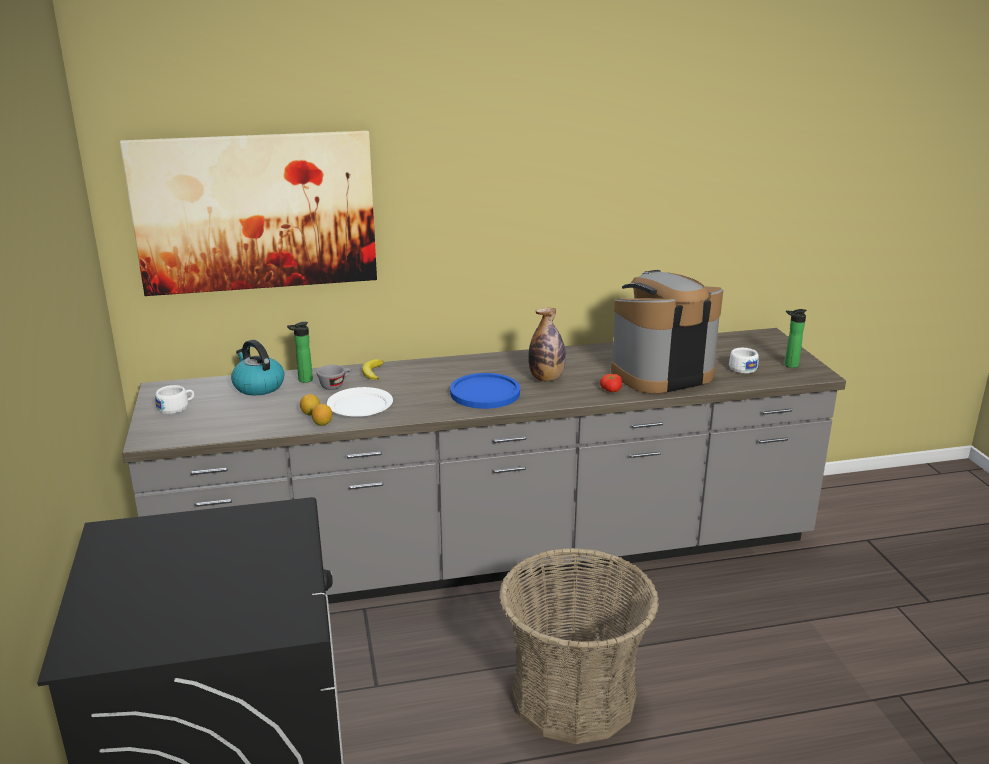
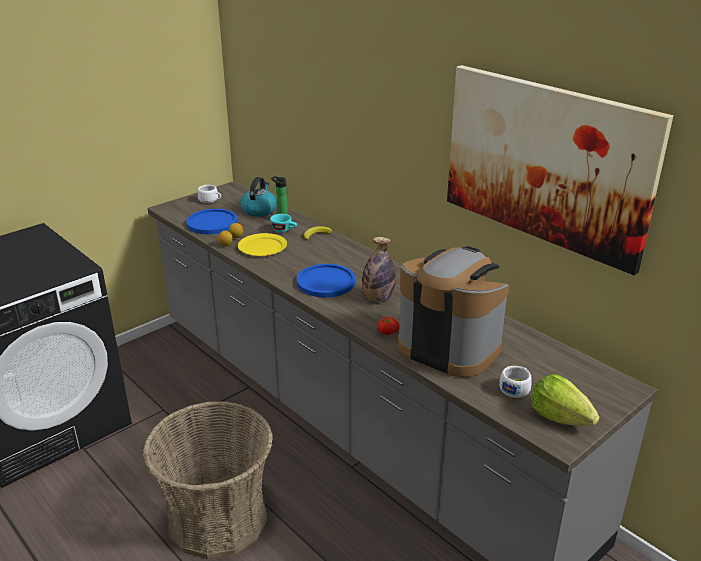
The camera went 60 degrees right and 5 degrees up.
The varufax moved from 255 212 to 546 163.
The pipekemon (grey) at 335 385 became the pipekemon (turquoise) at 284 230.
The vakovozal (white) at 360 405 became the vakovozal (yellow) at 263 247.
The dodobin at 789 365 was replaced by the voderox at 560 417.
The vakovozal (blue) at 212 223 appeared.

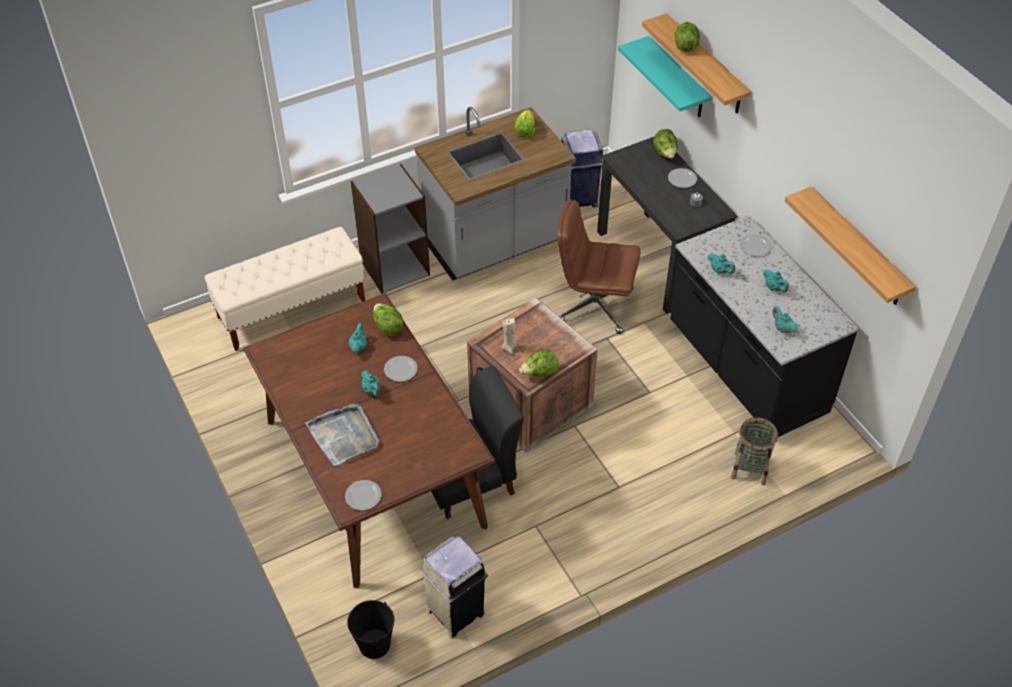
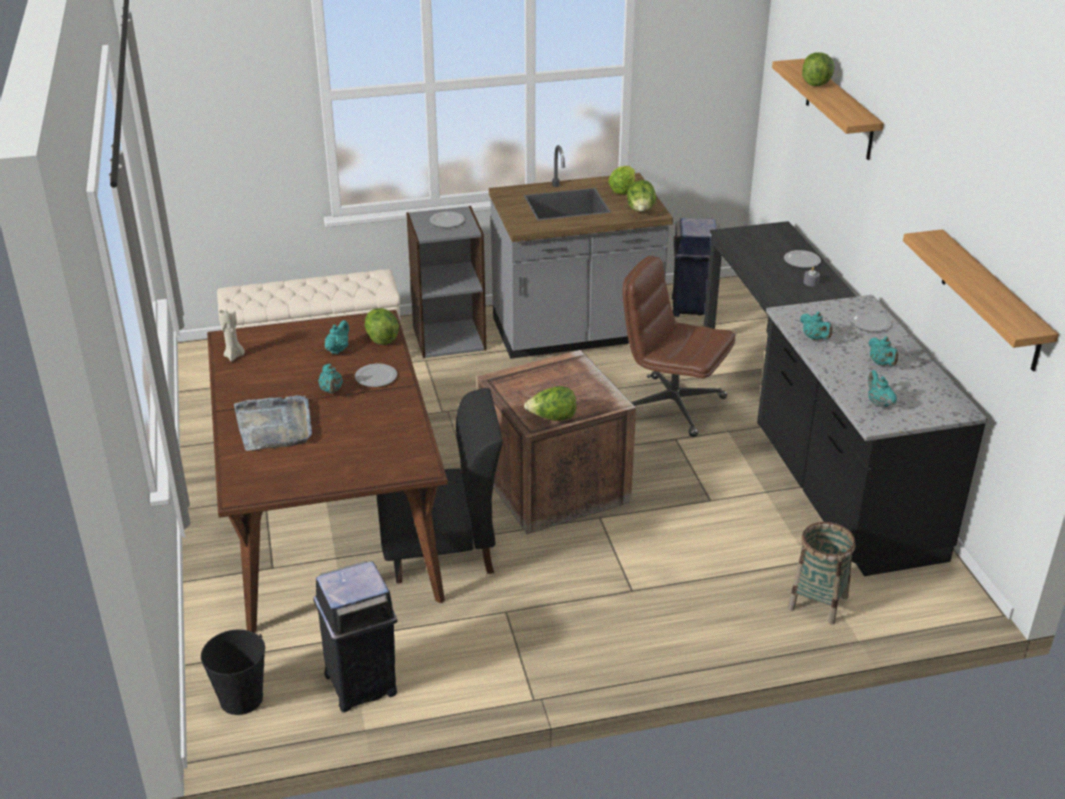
The camera went 15 degrees right and 15 degrees down.
The vakovozal moved from 363 495 to 447 221.
The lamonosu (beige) at 456 611 became the lamonosu (black) at 362 683.
The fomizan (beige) moved from 509 347 to 234 356.
The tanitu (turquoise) at 677 79 disappeared.
The voderox moved from 665 153 to 641 211.

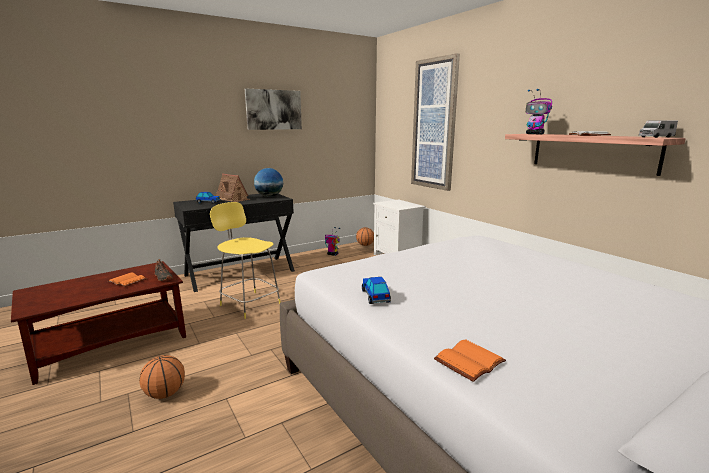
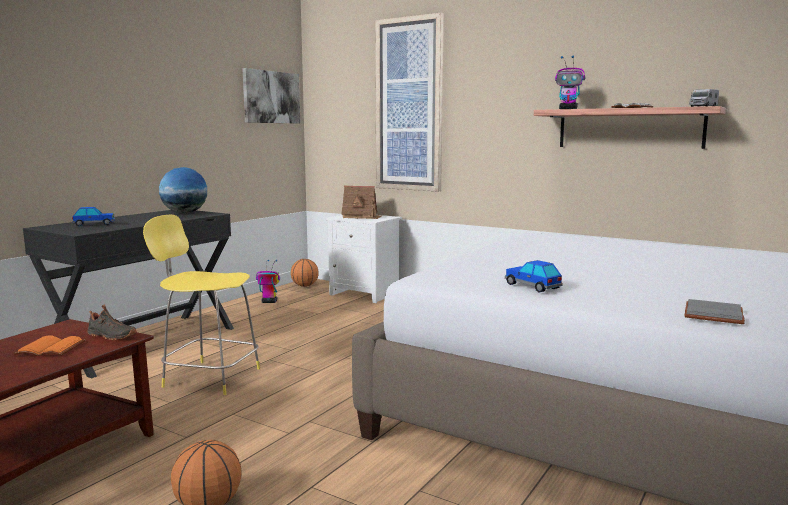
The camera went 25 degrees left and 5 degrees down.
The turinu moved from 233 199 to 361 217.
The varufax moved from 273 109 to 271 97.
The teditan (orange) at 470 362 became the teditan (grey) at 715 315.

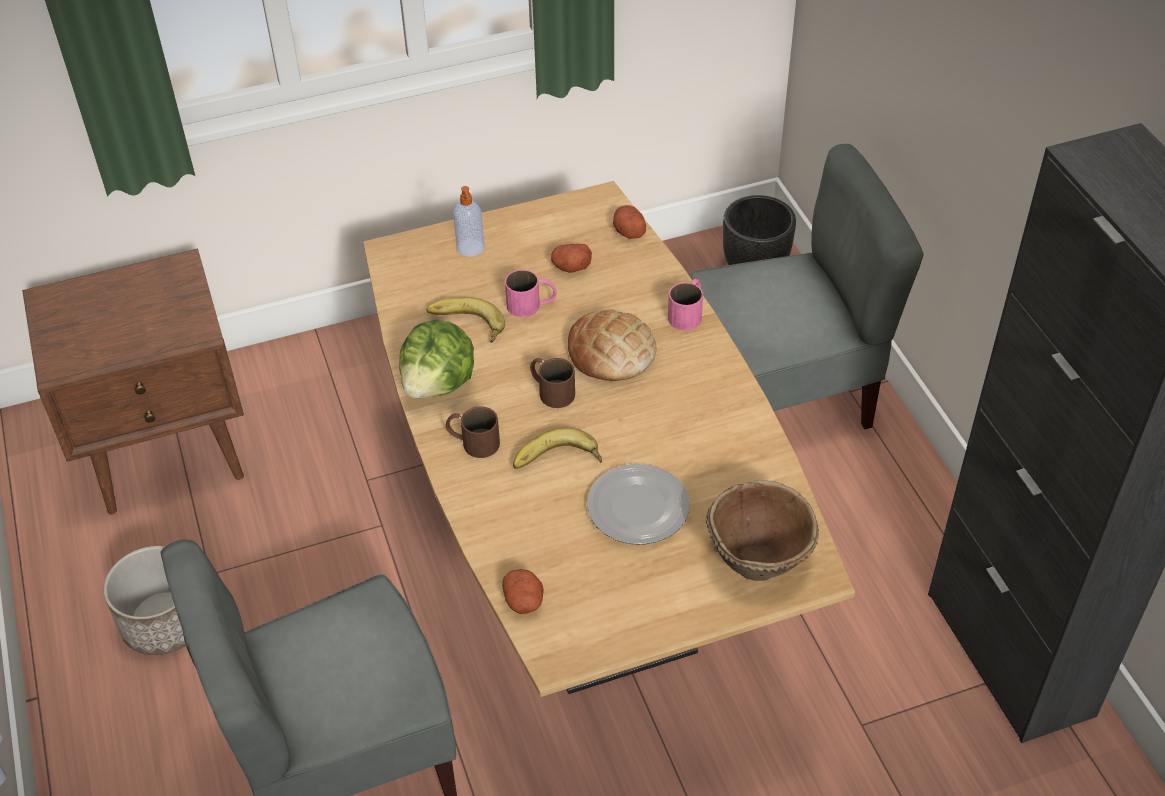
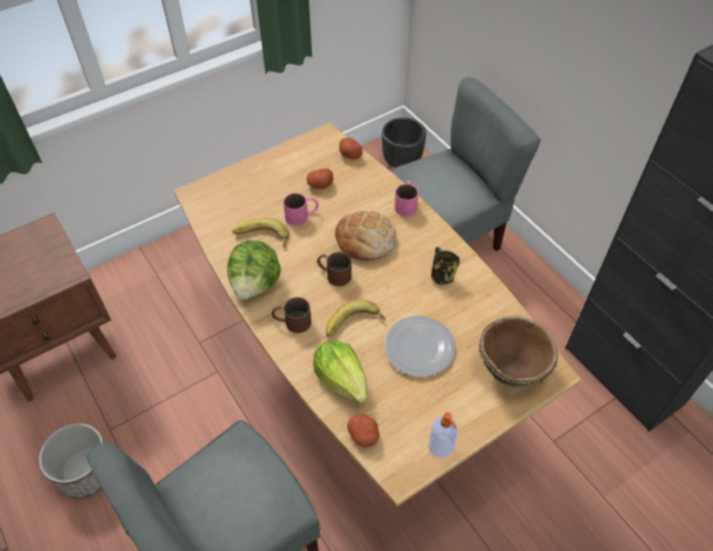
The camera went 15 degrees left and 5 degrees up.
The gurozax moved from 470 248 to 441 447.
The voderox at 342 379 appeared.
The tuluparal at 441 276 appeared.

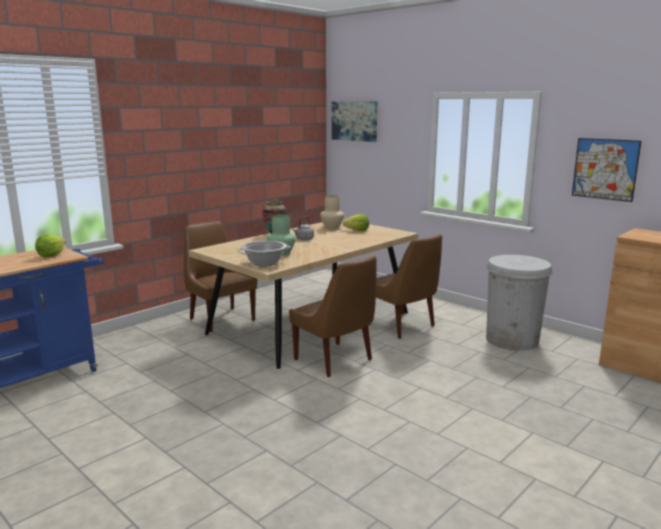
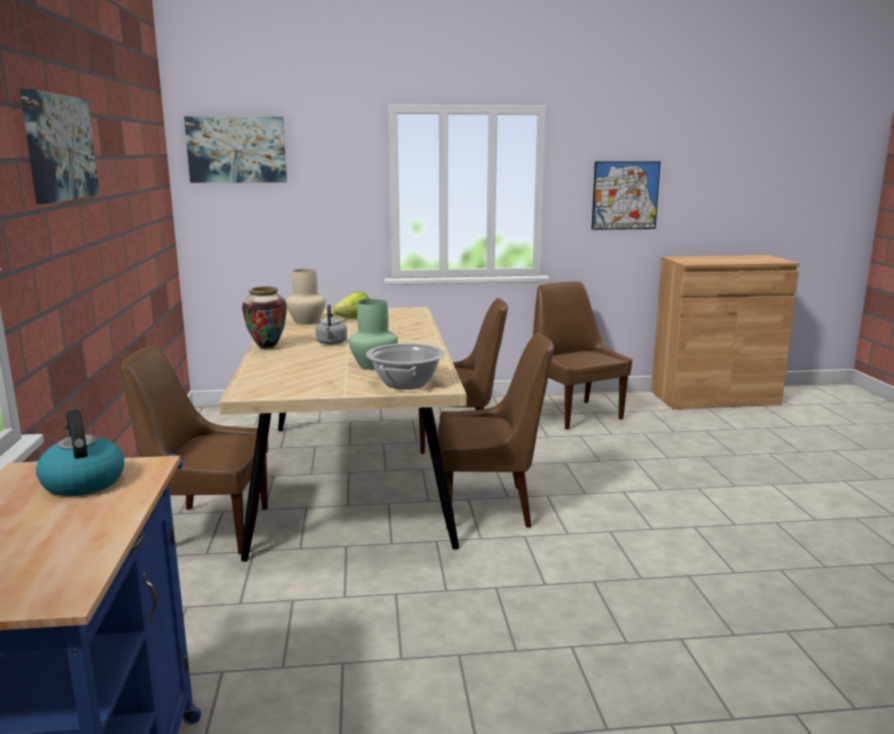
The camera went 50 degrees left and 0 degrees up.
The voderox at 52 255 was replaced by the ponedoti at 83 482.
The lamonosu (white) at 512 340 was replaced by the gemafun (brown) at 575 414.
The varufax at 59 147 appeared.

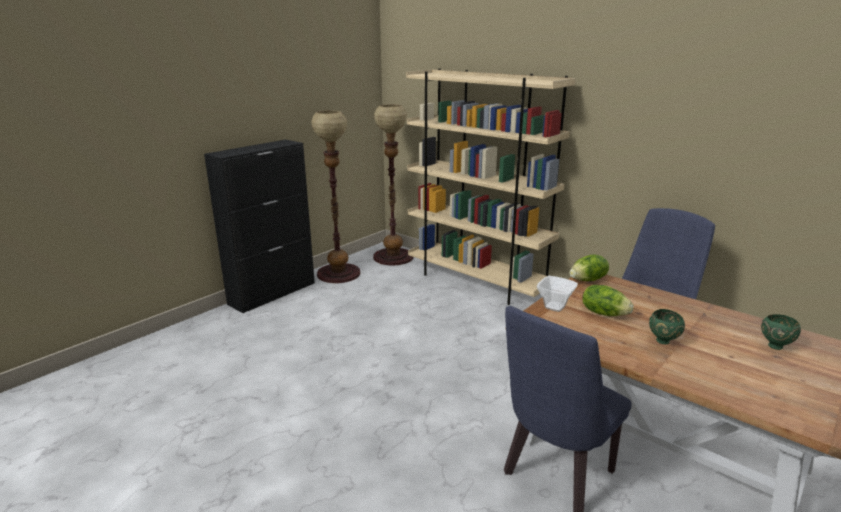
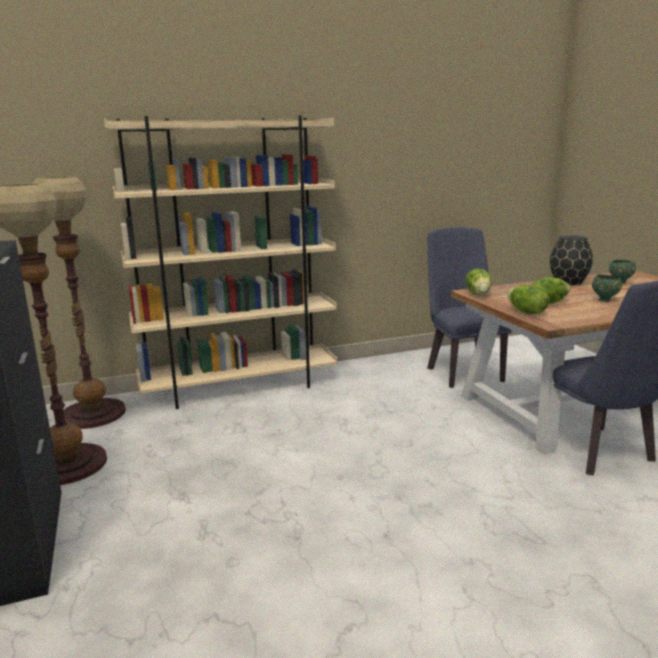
The camera went 60 degrees left and 5 degrees down.
The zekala at 553 307 was replaced by the voderox at 526 312.
The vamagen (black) at 568 282 appeared.

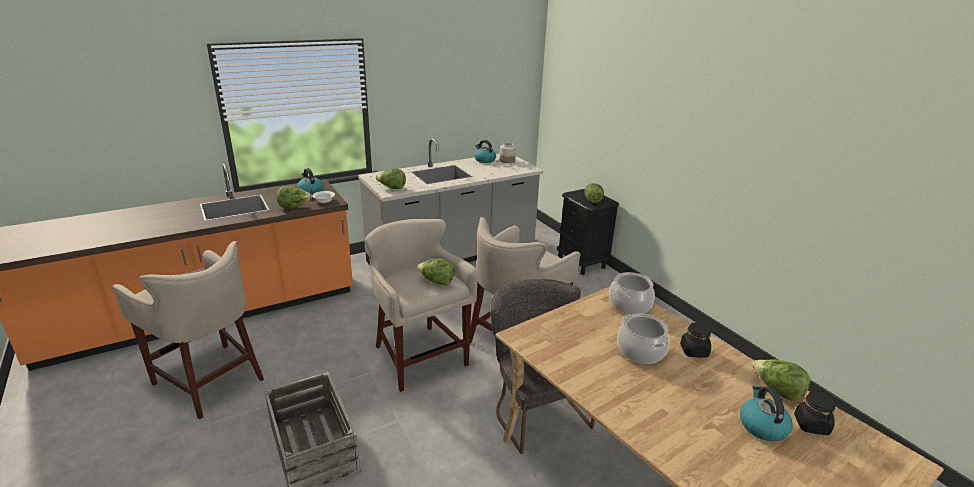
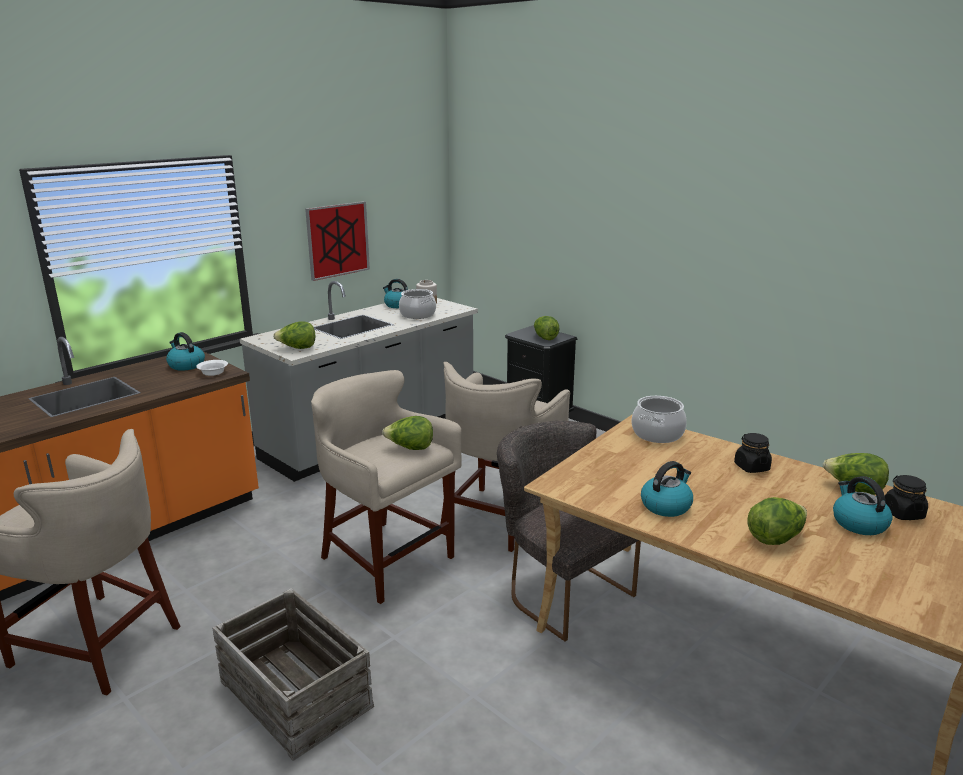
The camera went 15 degrees left and 5 degrees down.
The voderox moved from 294 207 to 775 538.
The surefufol moved from 641 351 to 418 315.
The varufax at 337 240 appeared.
The ponedoti at 666 505 appeared.

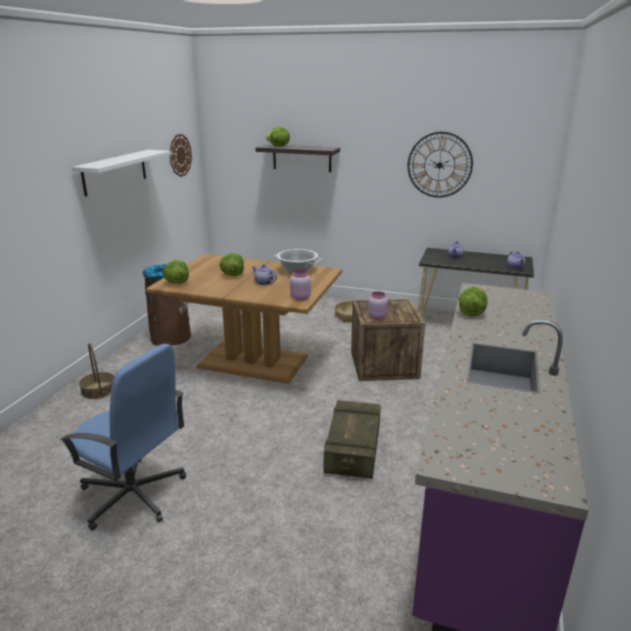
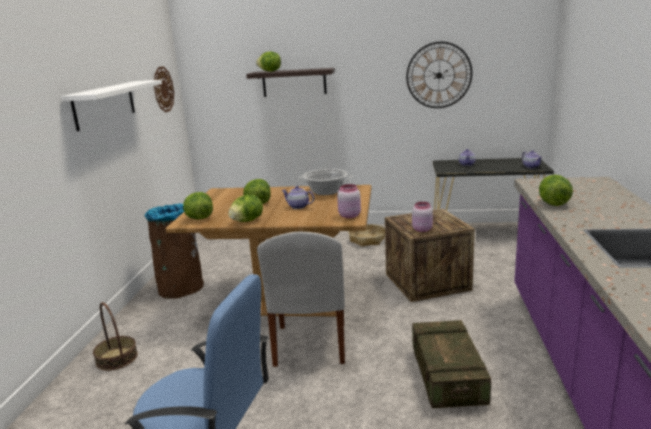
The camera went 10 degrees left and 5 degrees down.
The voderox at 247 221 appeared.
The gemafun (white) at 310 346 appeared.

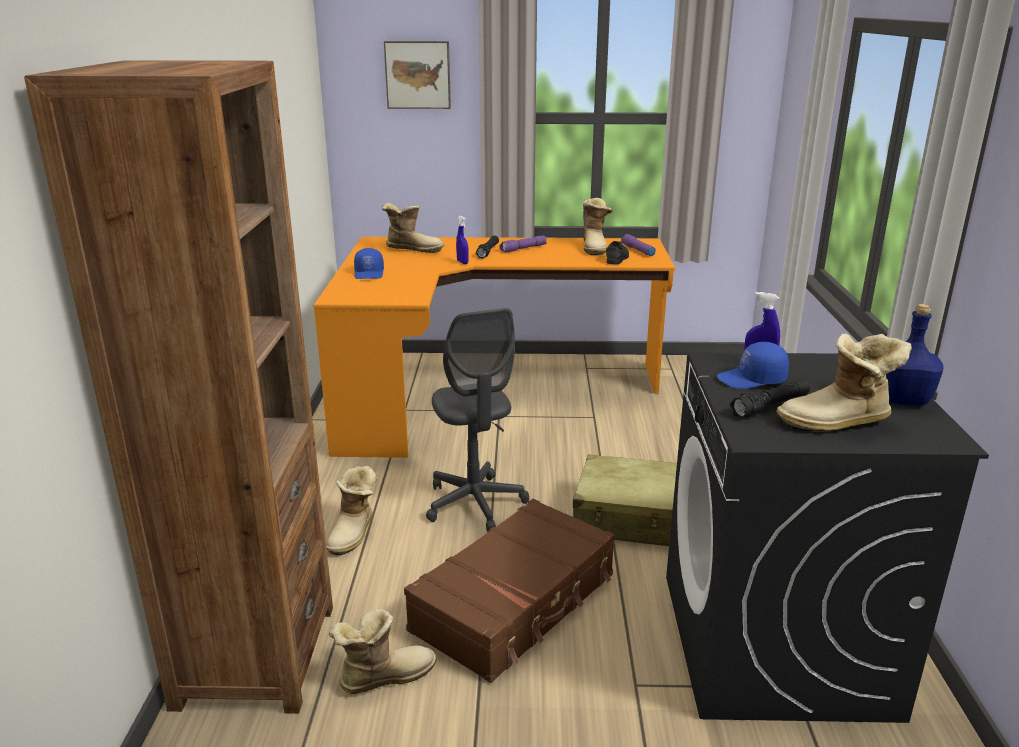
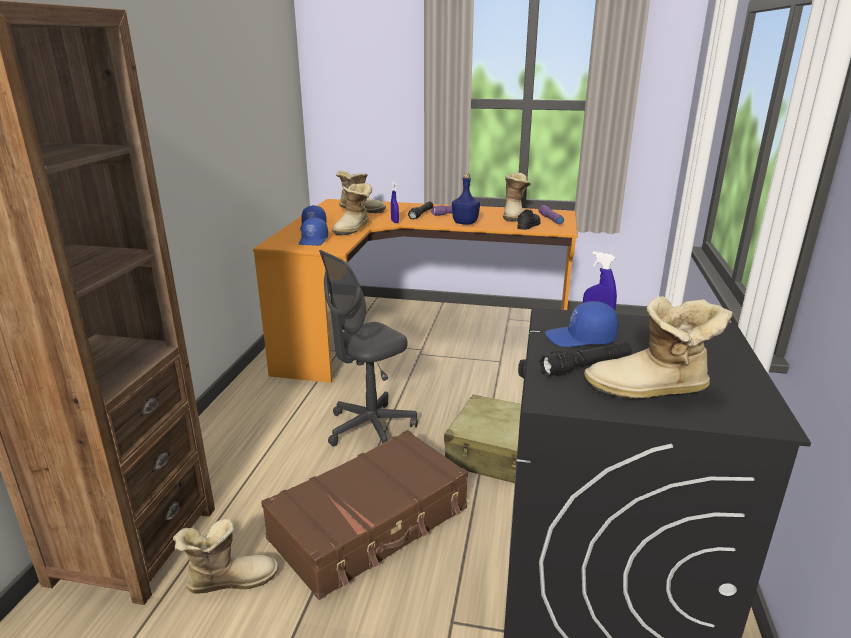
The camera went 10 degrees right and 0 degrees up.
The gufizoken moved from 354 533 to 354 229.
The varufax at 418 75 disappeared.
The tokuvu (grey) at 475 503 turned 60 degrees clockwise.
The dodobin (blue) moved from 902 399 to 464 223.
The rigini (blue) at 314 241 appeared.

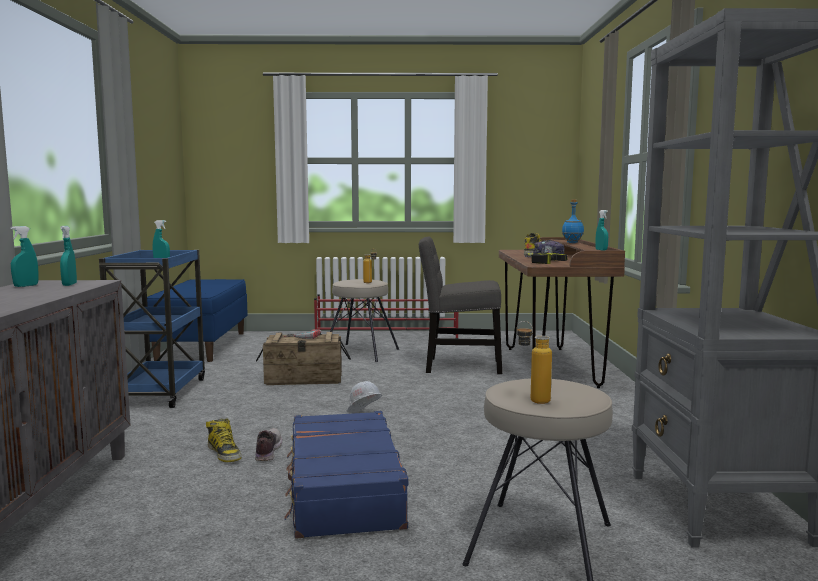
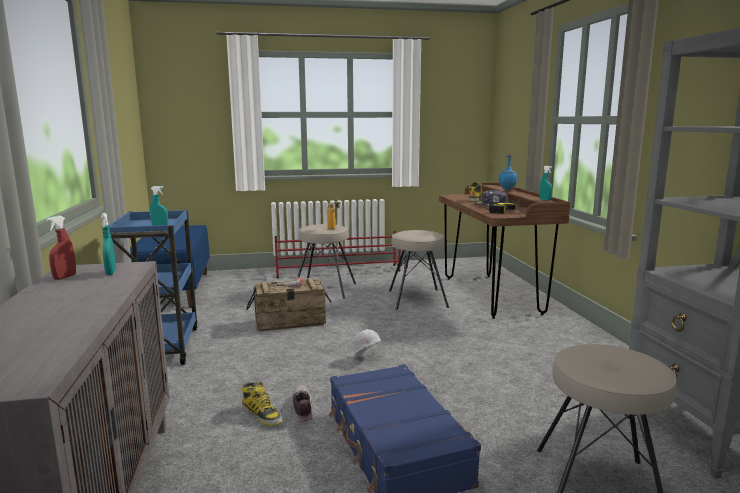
The camera went 10 degrees left and 5 degrees up.
The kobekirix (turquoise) at 26 286 became the kobekirix (red) at 64 277.
The gemafun (grey) at 458 366 was replaced by the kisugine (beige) at 416 299.
The dodobin at 532 400 disappeared.

